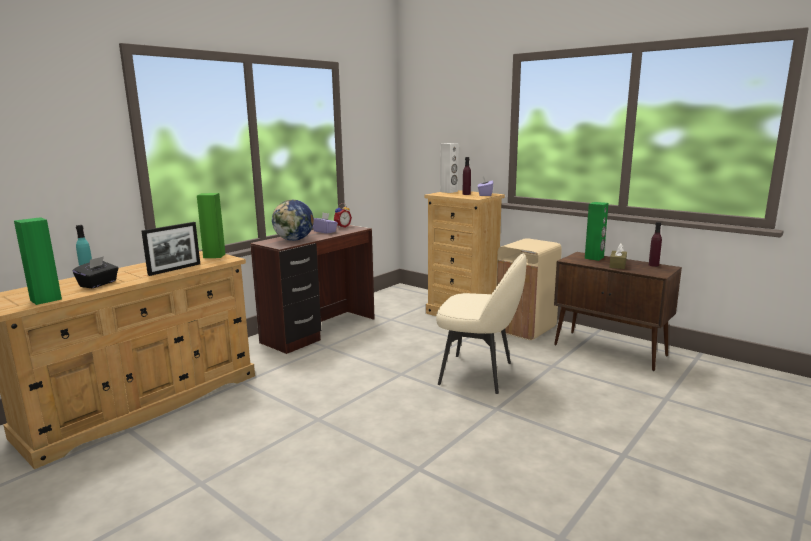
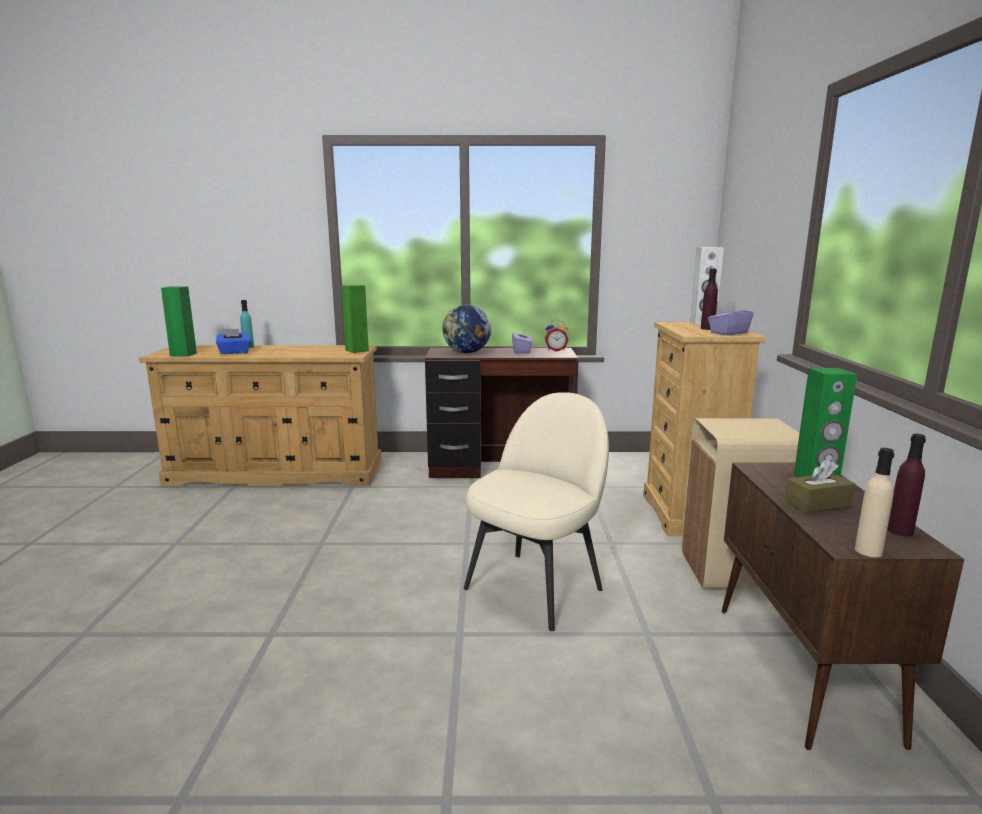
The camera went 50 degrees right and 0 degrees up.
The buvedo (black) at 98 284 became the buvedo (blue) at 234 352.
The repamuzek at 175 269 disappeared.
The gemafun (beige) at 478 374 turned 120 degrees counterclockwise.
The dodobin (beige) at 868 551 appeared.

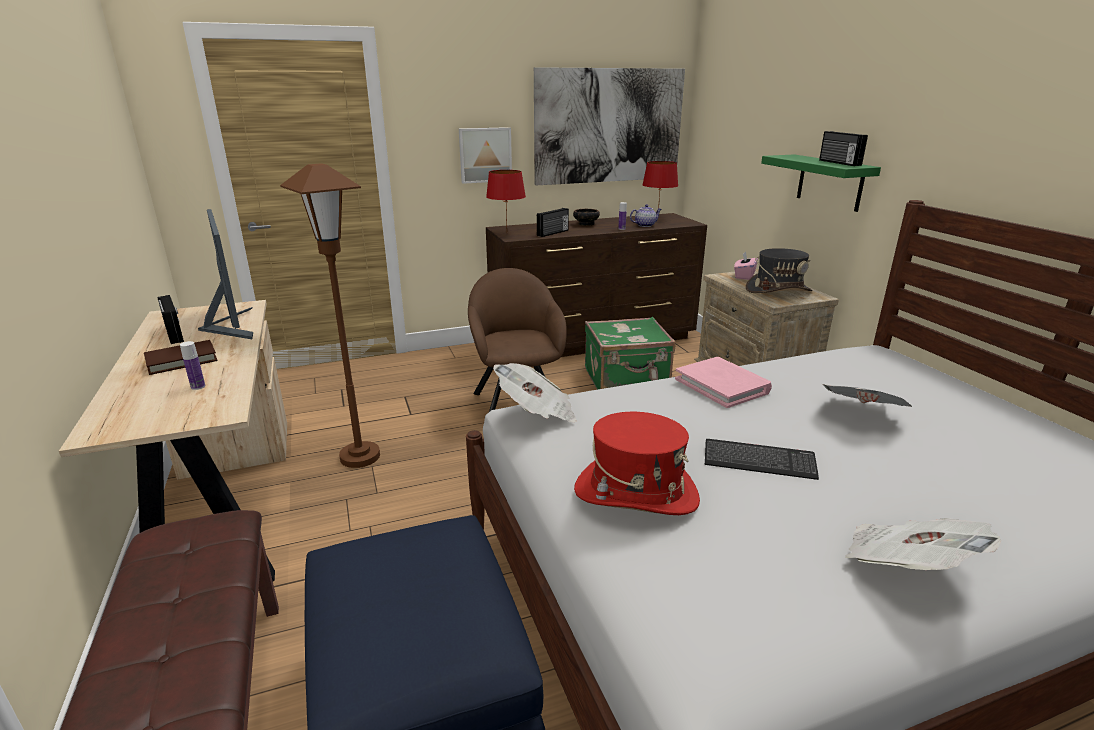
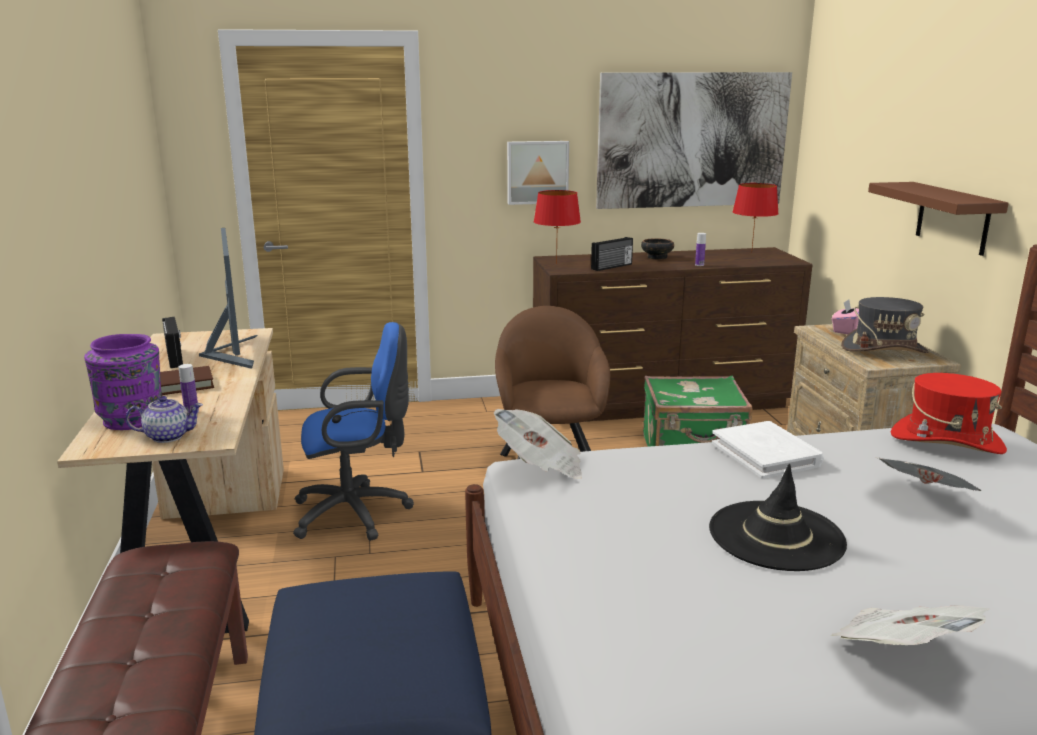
The camera went 10 degrees right and 5 degrees down.
The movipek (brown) at 360 457 was replaced by the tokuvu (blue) at 357 513.
The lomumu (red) moved from 635 494 to 946 441.
The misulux moved from 645 225 to 168 436.
The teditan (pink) at 722 385 became the teditan (white) at 766 454.
The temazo at 759 461 was replaced by the lomumu (black) at 776 536.
The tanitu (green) at 830 182 became the tanitu (brown) at 953 218.
The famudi at 838 163 disappeared.
The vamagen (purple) at 133 420 appeared.

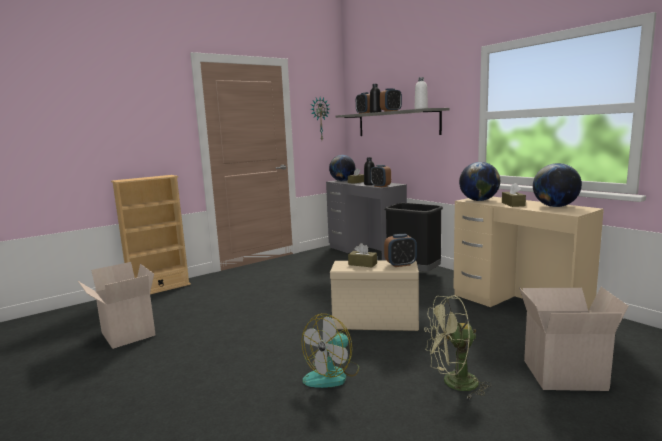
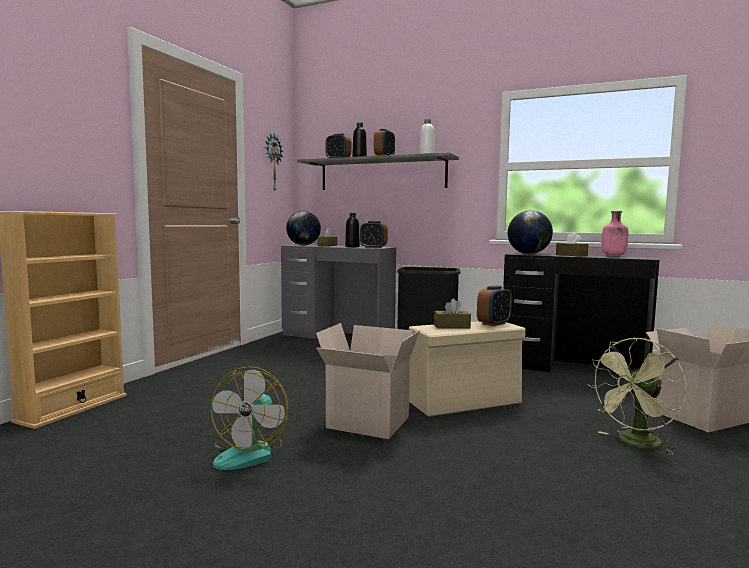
The camera went 30 degrees left and 5 degrees down.
The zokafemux moved from 126 334 to 365 423.
The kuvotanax moved from 332 375 to 250 452.
The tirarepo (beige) at 518 306 became the tirarepo (black) at 572 368.
The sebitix at 555 206 was replaced by the dodobin (pink) at 613 256.

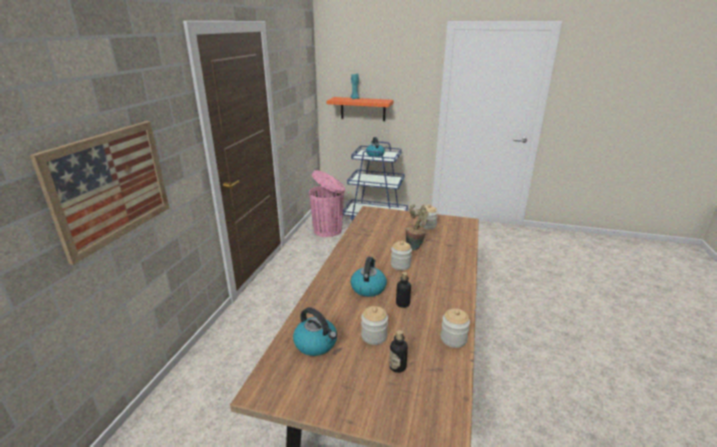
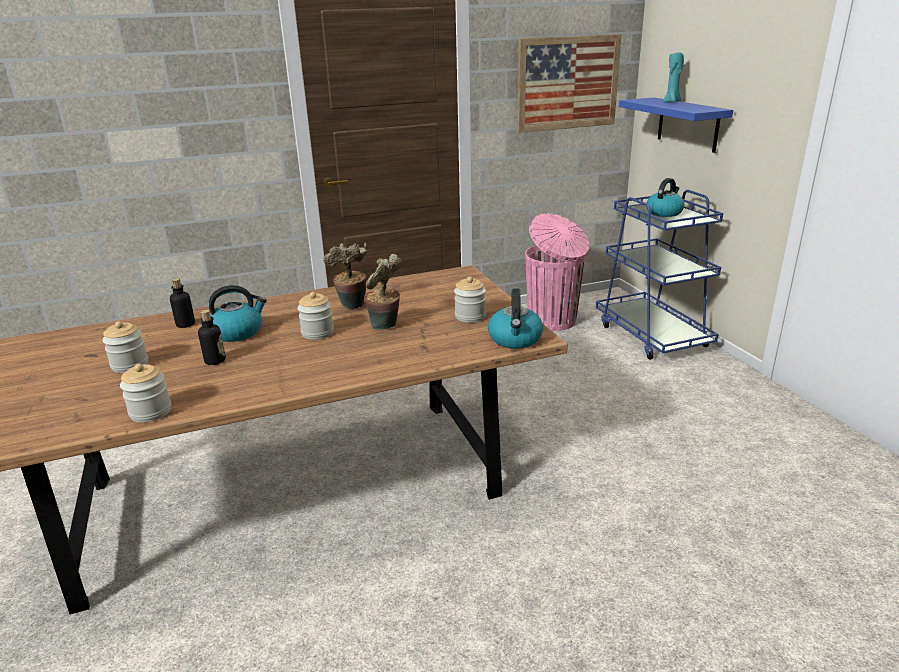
The camera went 55 degrees right and 0 degrees up.
The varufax moved from 111 186 to 567 83.
The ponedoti moved from 316 344 to 515 339.
The tanitu (orange) at 363 109 became the tanitu (blue) at 688 124.
The dodobin moved from 397 367 to 185 324.
The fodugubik at 352 307 appeared.

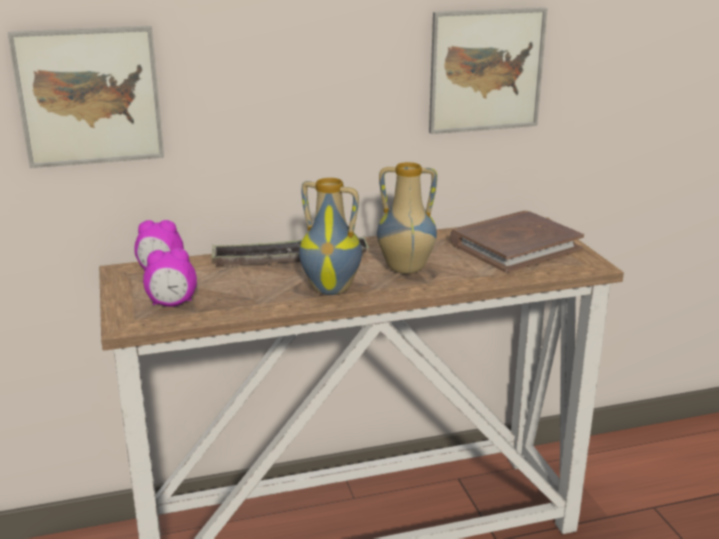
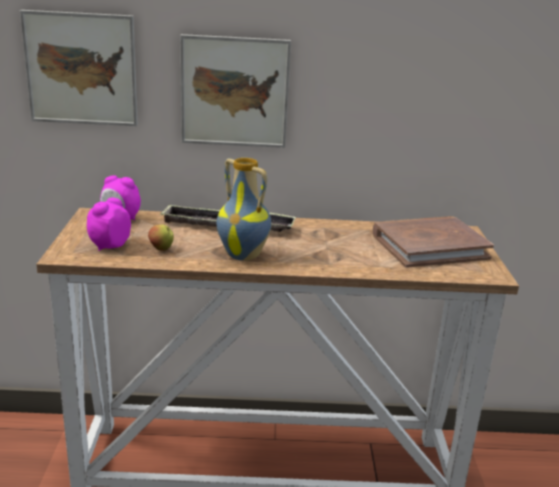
The camera went 15 degrees right and 0 degrees up.
The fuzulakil at 172 304 turned 120 degrees clockwise.
The vamagen at 405 269 disappeared.
The varufax moved from 486 70 to 234 92.
The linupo at 161 249 appeared.

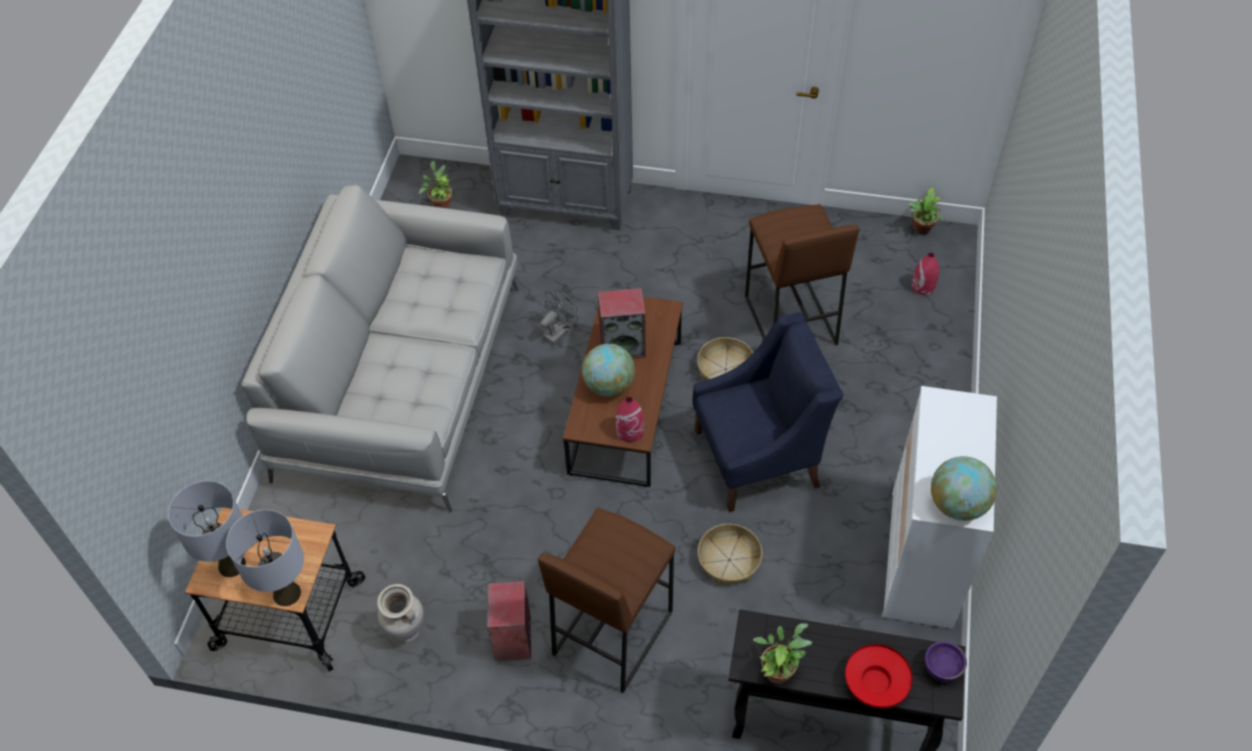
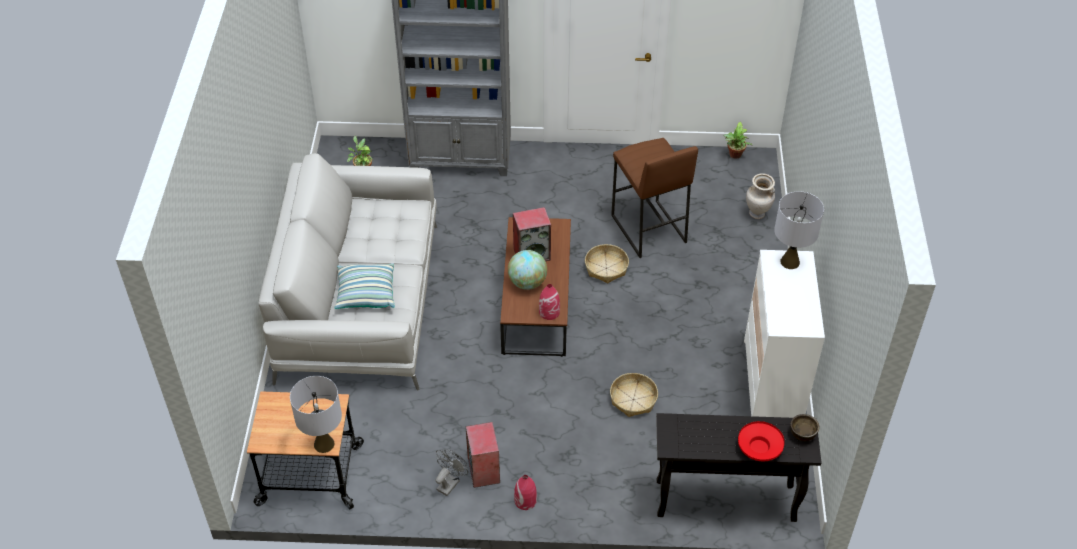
The camera went 10 degrees left and 5 degrees down.
The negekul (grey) moved from 232 564 to 790 261.
The vamagen (beige) moved from 406 633 to 757 214.
The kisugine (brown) at 611 632 disappeared.
The kuvotanax (grey) moved from 559 330 to 450 482.
The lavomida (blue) at 758 458 disappeared.
The fodugubik at 778 670 disappeared.
The vamagen (red) moved from 923 286 to 525 501.
The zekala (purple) at 942 669 became the zekala (brown) at 802 434.
The sebitix at 957 505 disappeared.
The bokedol at 366 293 appeared.

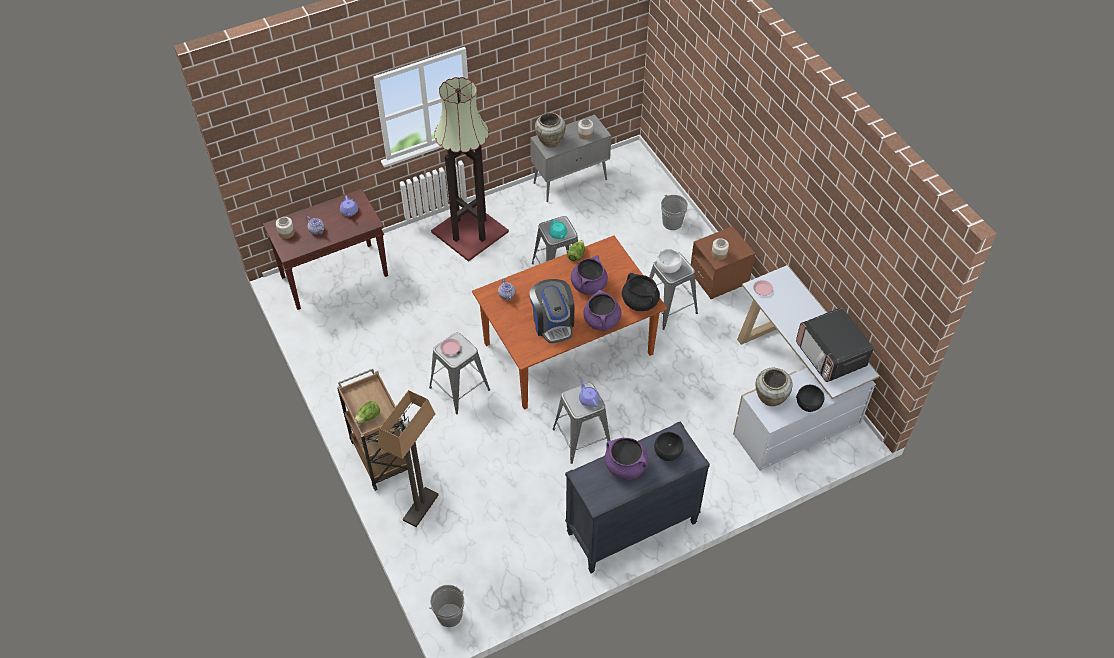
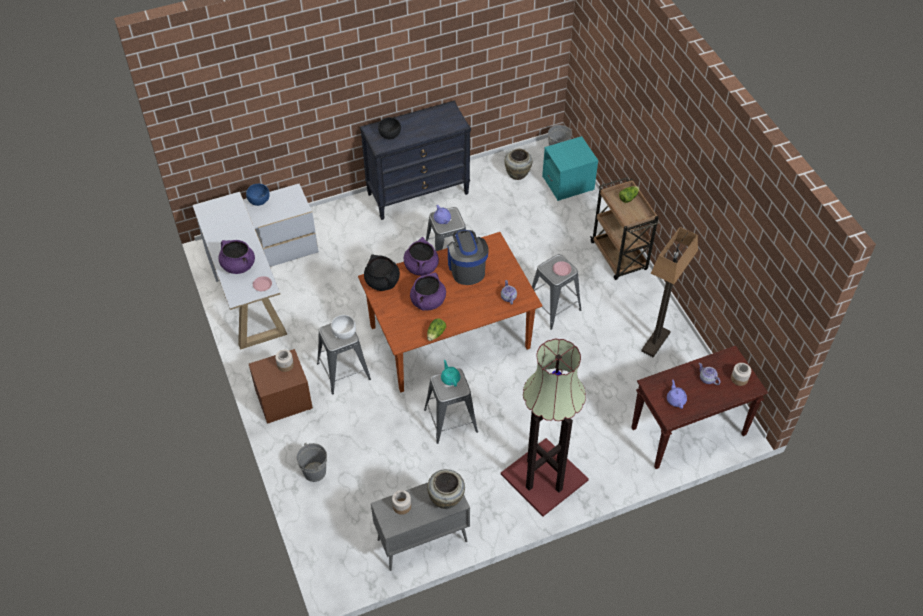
The camera went 175 degrees left and 0 degrees up.
The movipek moved from 421 508 to 655 341.
The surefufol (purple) moved from 626 466 to 238 265.
The vamagen (beige) moved from 770 398 to 518 174.
The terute at 831 355 disappeared.
The zekala (black) at 808 404 became the zekala (blue) at 259 201.
The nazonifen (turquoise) at 568 183 appeared.

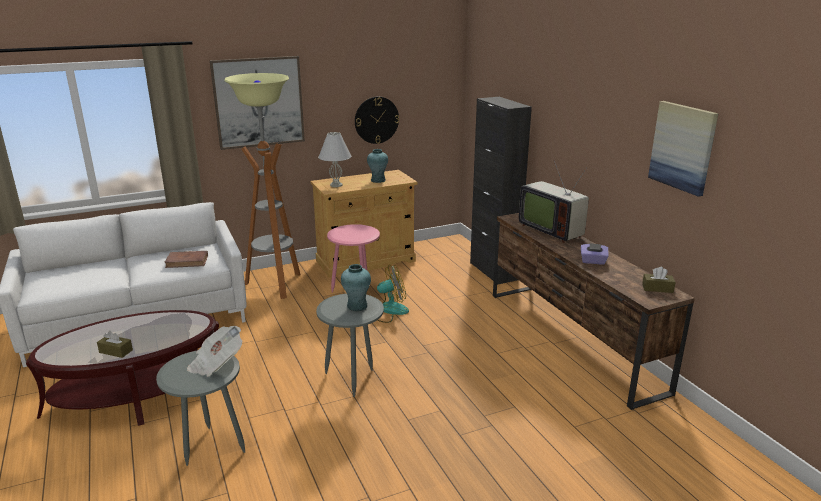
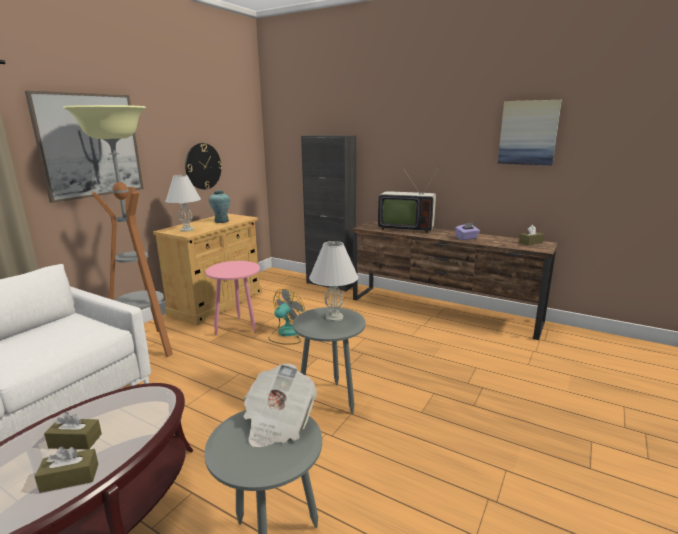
The camera went 35 degrees left and 5 degrees down.
The teditan (brown) at 187 261 disappeared.
The vamagen (turquoise) at 357 306 was replaced by the negekul (white) at 334 317.
The buvedo (brown) at 75 441 appeared.

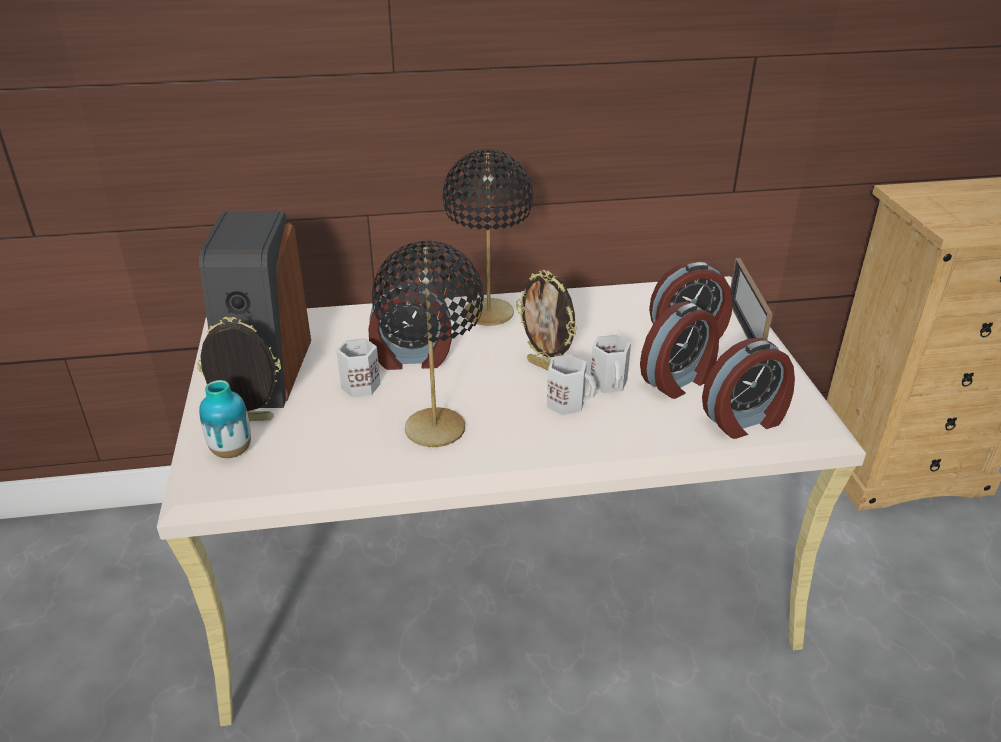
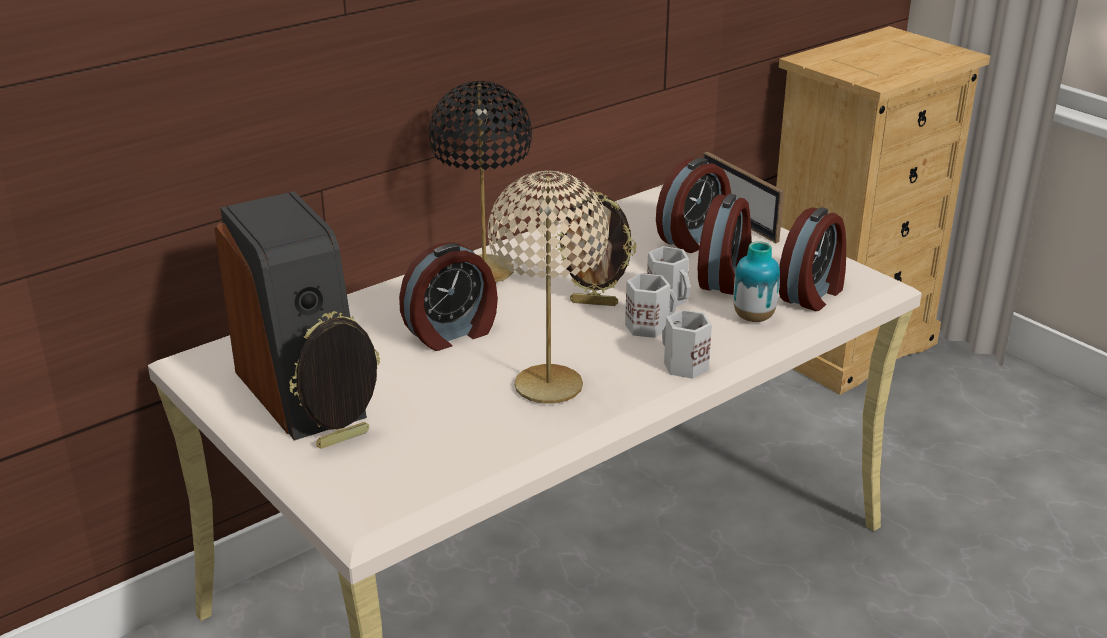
The camera went 30 degrees left and 5 degrees down.
The vamagen moved from 231 451 to 753 317.
The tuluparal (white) moved from 359 385 to 683 366.
The negekul (black) at 434 429 became the negekul (beige) at 548 387.

